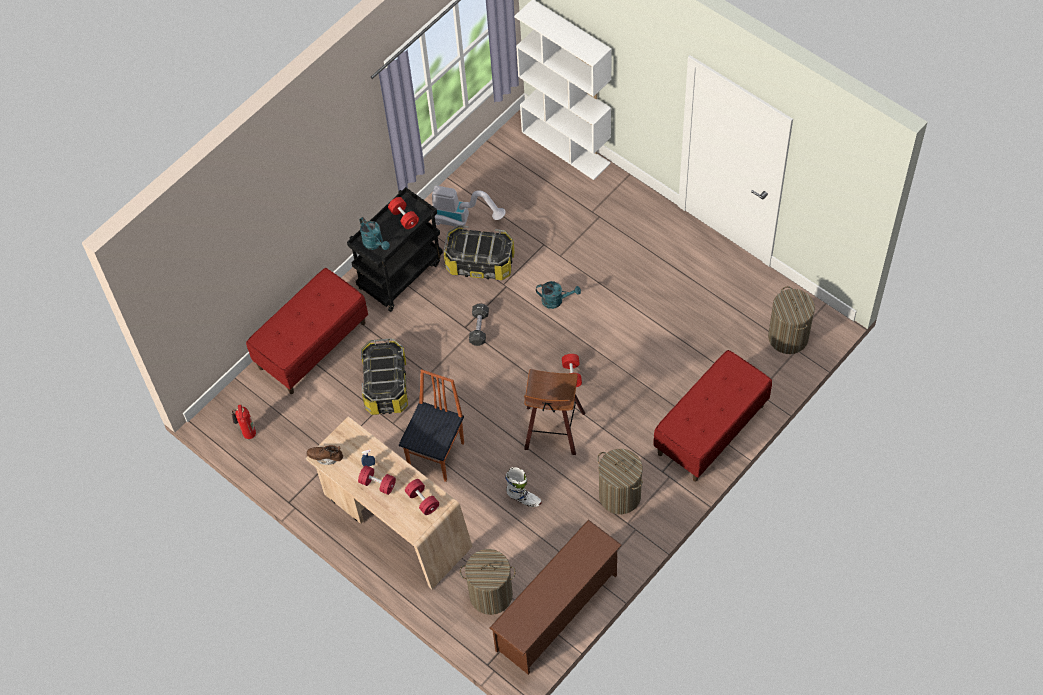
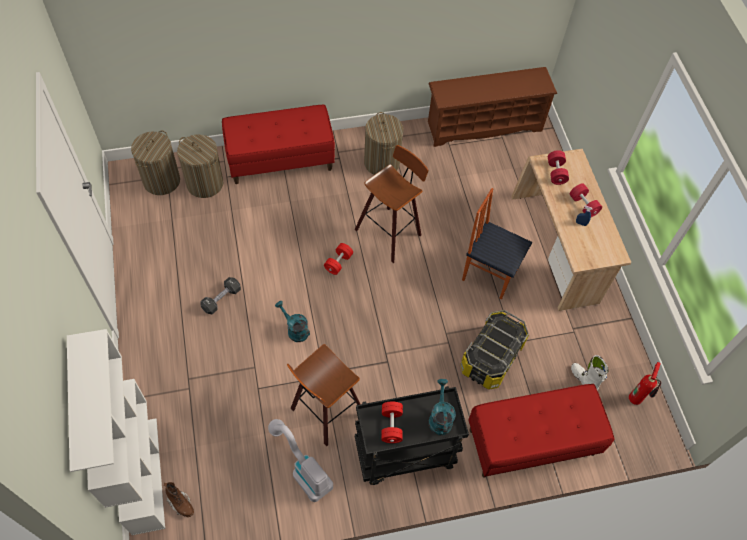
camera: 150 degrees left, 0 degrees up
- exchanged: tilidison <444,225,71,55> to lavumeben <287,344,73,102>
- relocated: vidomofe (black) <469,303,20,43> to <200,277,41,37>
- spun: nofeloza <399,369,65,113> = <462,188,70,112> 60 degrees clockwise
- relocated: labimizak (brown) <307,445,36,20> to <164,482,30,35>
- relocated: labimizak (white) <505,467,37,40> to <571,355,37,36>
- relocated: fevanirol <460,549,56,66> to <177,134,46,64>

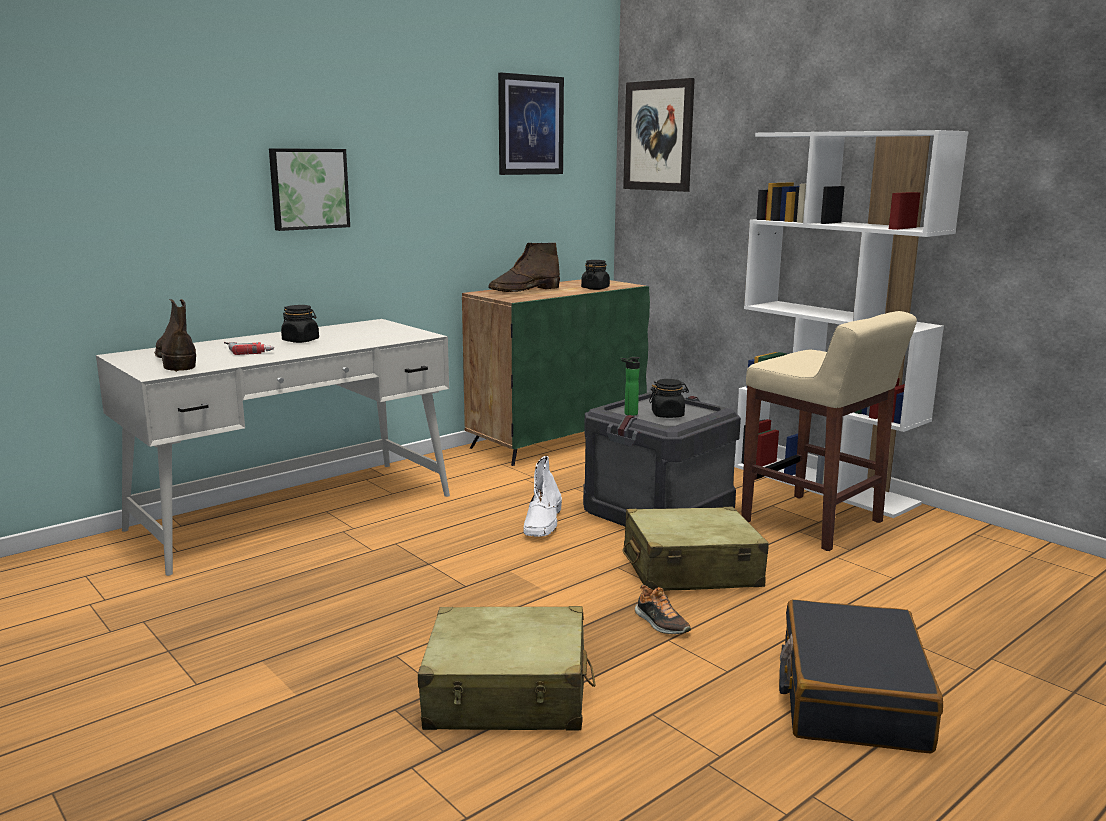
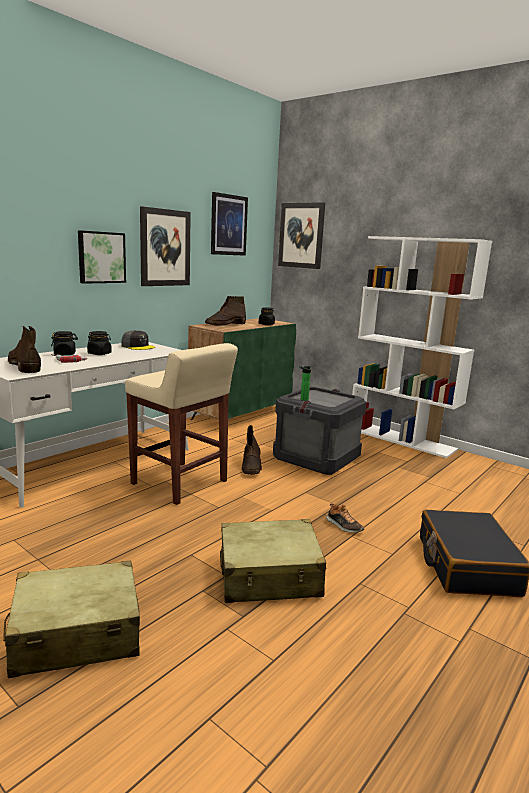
camera: 10 degrees left, 0 degrees up
- relocated: lavumeben (beige) <741,311,176,240> to <125,343,113,162>
- relocated: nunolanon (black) <649,379,40,39> to <51,331,27,24>
- colour: labimizak (white) <523,456,39,81> to labimizak (brown) <242,425,20,50>
- relocated: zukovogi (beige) <623,507,146,84> to <3,561,137,117>
- appeared: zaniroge <140,206,51,80>
- appeared: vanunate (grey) <121,330,34,20>

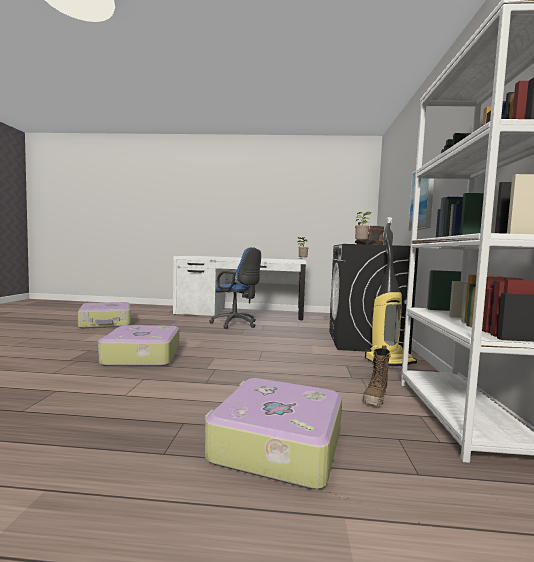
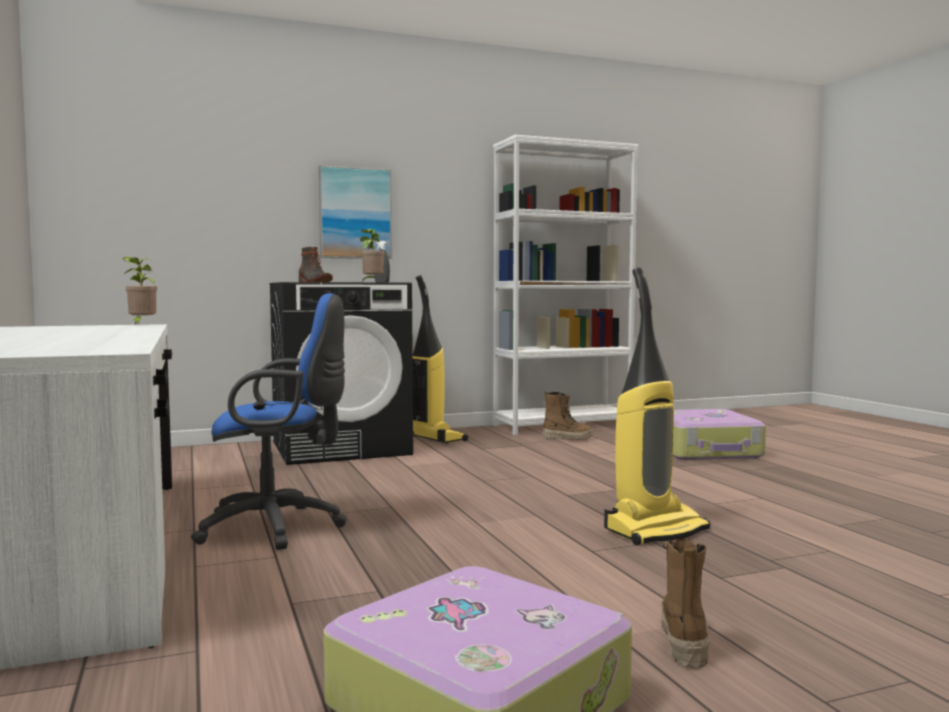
camera: 115 degrees left, 0 degrees up
- spun: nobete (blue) <209,247,52,82> = <191,293,156,257> 75 degrees clockwise
- exchanged: zukovogi <98,325,81,41> to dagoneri <604,267,106,278>
- appeared: labimizak <661,539,49,130>

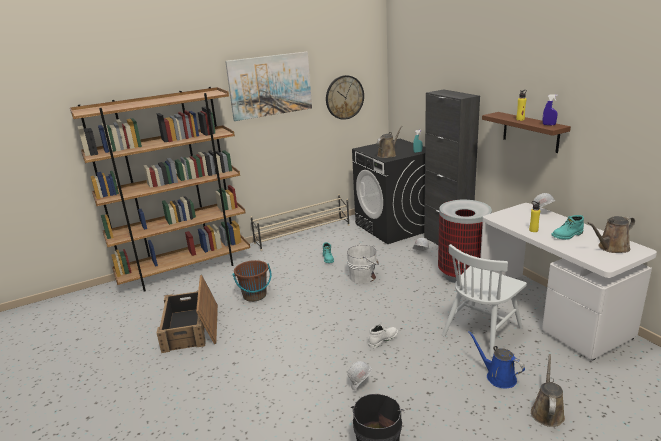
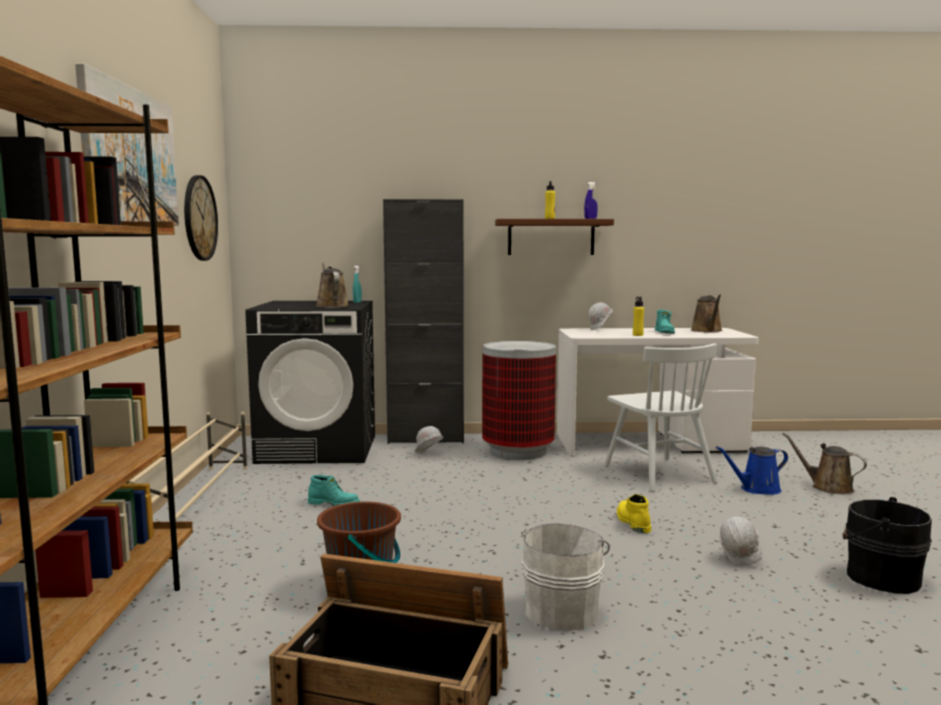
camera: 65 degrees left, 15 degrees down
- relocated: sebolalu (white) <347,244,32,40> to <521,523,89,108>
- colour: labimizak (white) <369,325,29,23> to labimizak (yellow) <617,494,34,39>

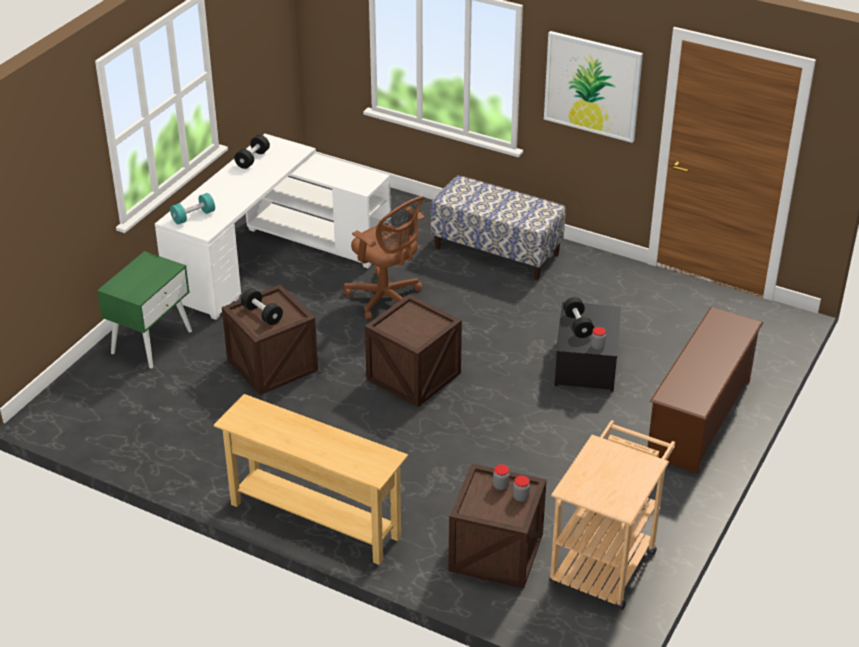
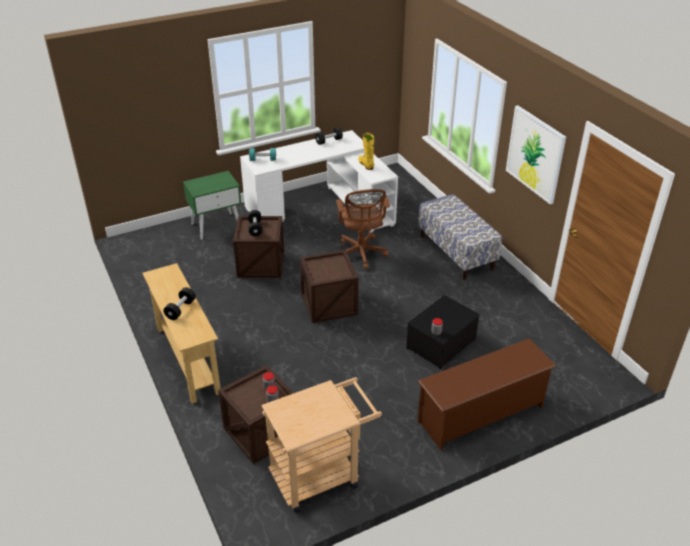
camera: 35 degrees right, 0 degrees up
- relocated: vidomofe (black) <563,297,31,41> to <163,287,33,33>
- appeared: labimizak (yellow) <358,133,17,37>

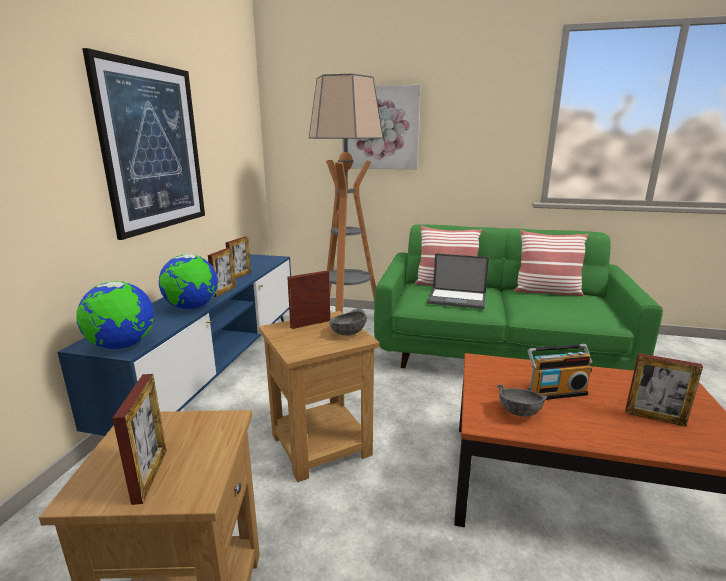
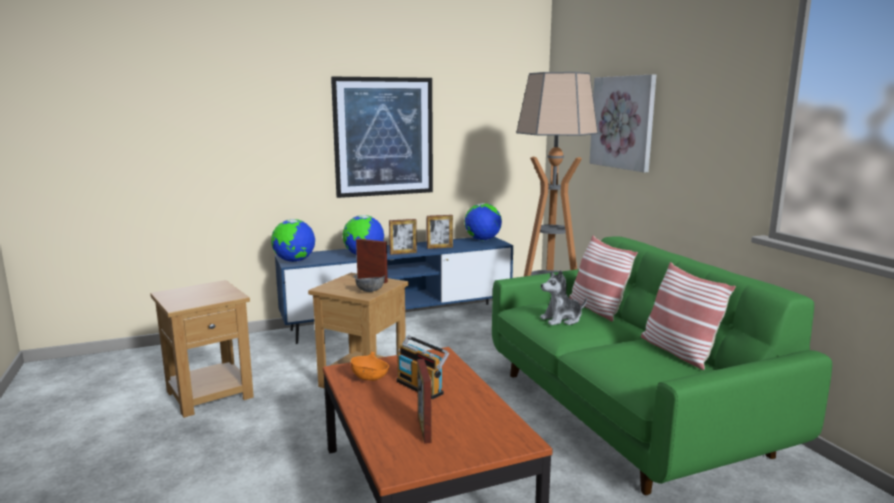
camera: 55 degrees right, 5 degrees down
- exchanged: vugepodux <427,253,62,56> to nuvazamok <540,270,47,55>
- missing: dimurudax <112,374,55,131>
- colour: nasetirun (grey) <497,384,50,33> to nasetirun (orange) <351,352,38,29>
- appeared: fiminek <465,203,37,38>

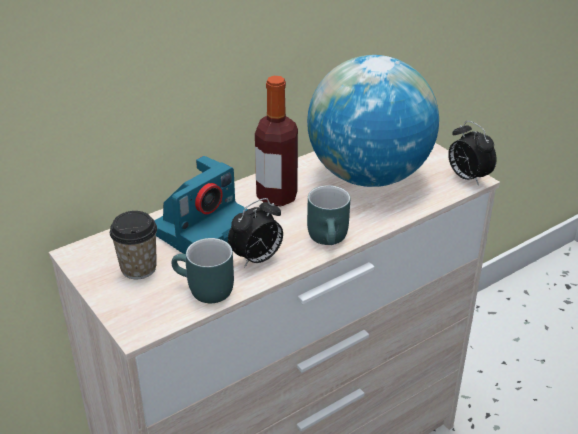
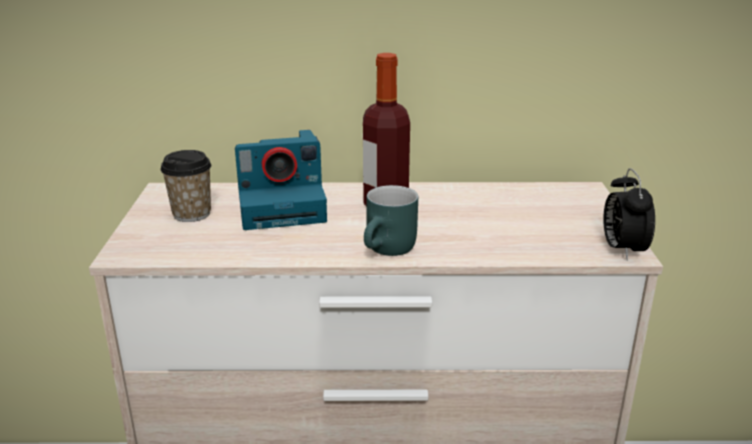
camera: 35 degrees right, 10 degrees down
- missing: fiminek <307,55,132,132>
- missing: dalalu <228,198,55,70>
- missing: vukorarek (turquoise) <172,238,62,65>

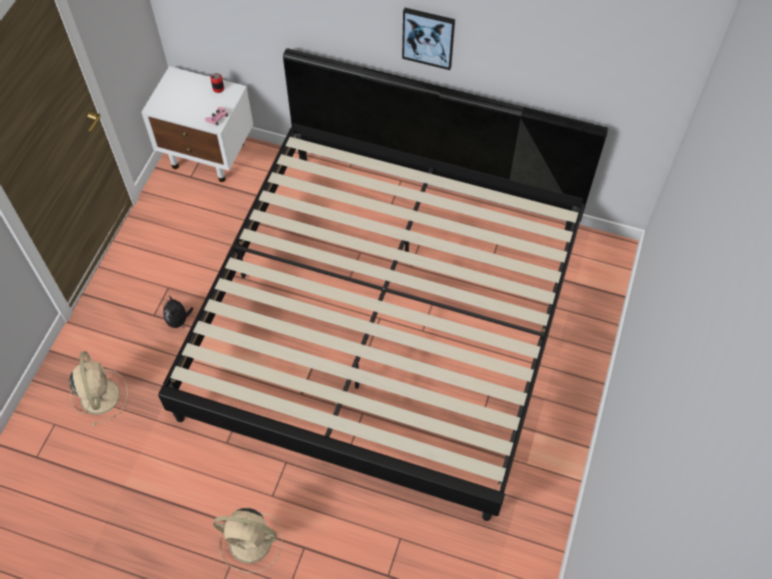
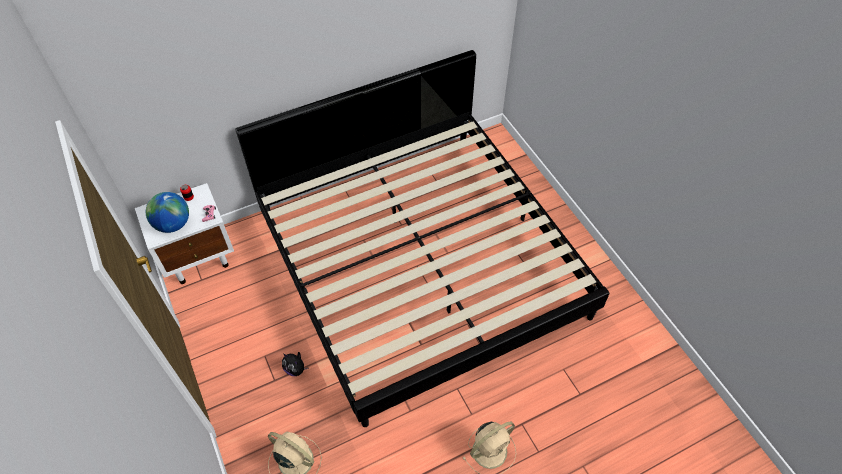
camera: 45 degrees left, 5 degrees down
- missing: zaniroge <402,8,53,62>
- appeared: fiminek <146,192,43,41>

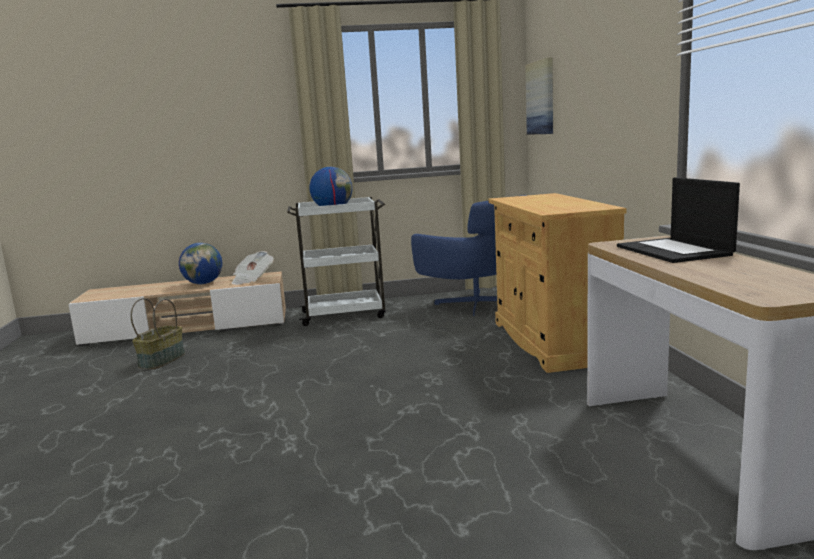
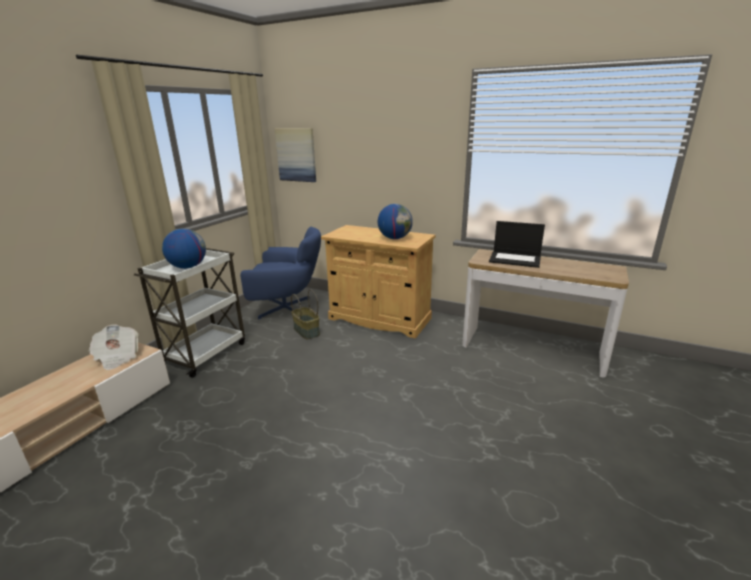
camera: 55 degrees left, 10 degrees up
- relocated: fiminek <179,243,43,41> to <378,204,35,35>
- relocated: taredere <131,298,54,71> to <291,289,29,50>

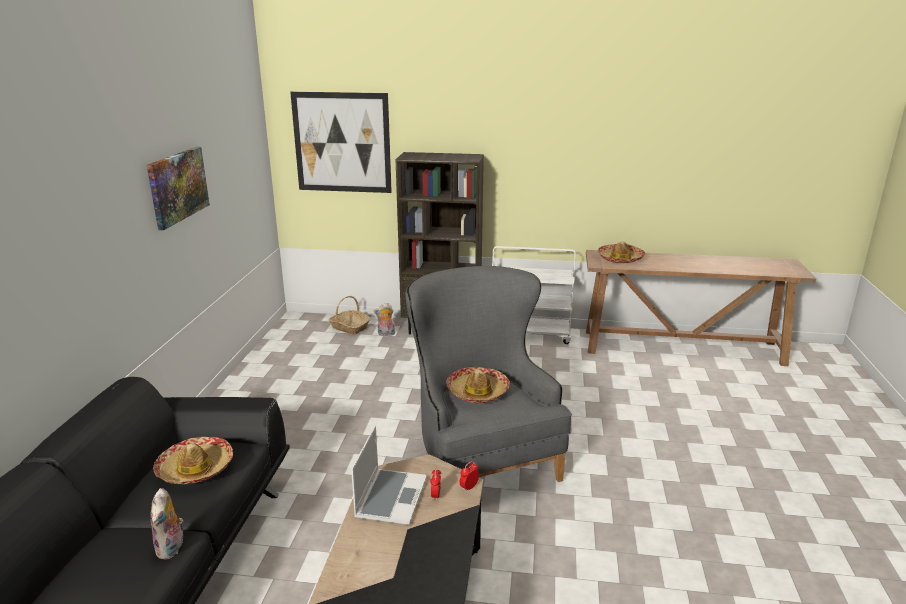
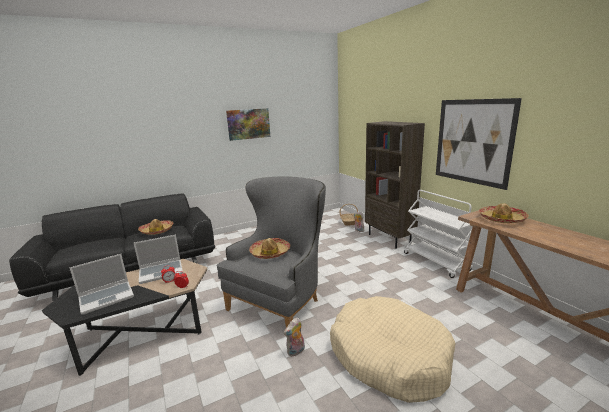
camera: 55 degrees right, 5 degrees down
- relocated: zaniroge <290,92,102,101> to <436,98,86,92>
- relocated: nuvazamok <150,488,34,71> to <284,317,21,40>
- appeared: vugepodux <69,254,65,61>
- appeared: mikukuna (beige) <330,296,126,107>

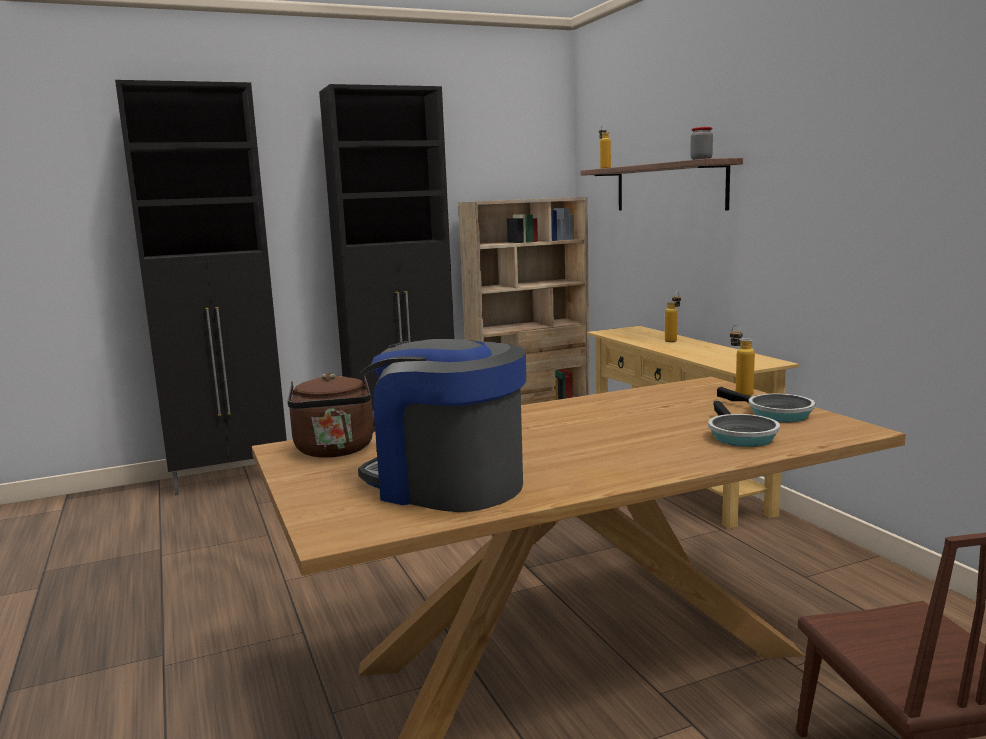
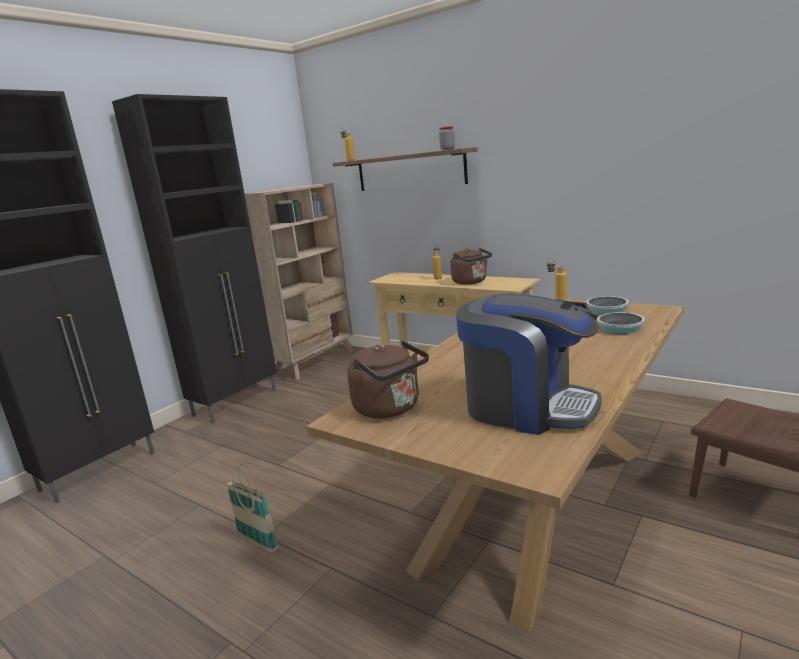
camera: 30 degrees left, 5 degrees up
- spun: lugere <358,339,168,173> = <456,293,146,142> 150 degrees counterclockwise
- appeared: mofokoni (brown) <450,248,42,37>
- appeared: taredere <226,464,53,89>

